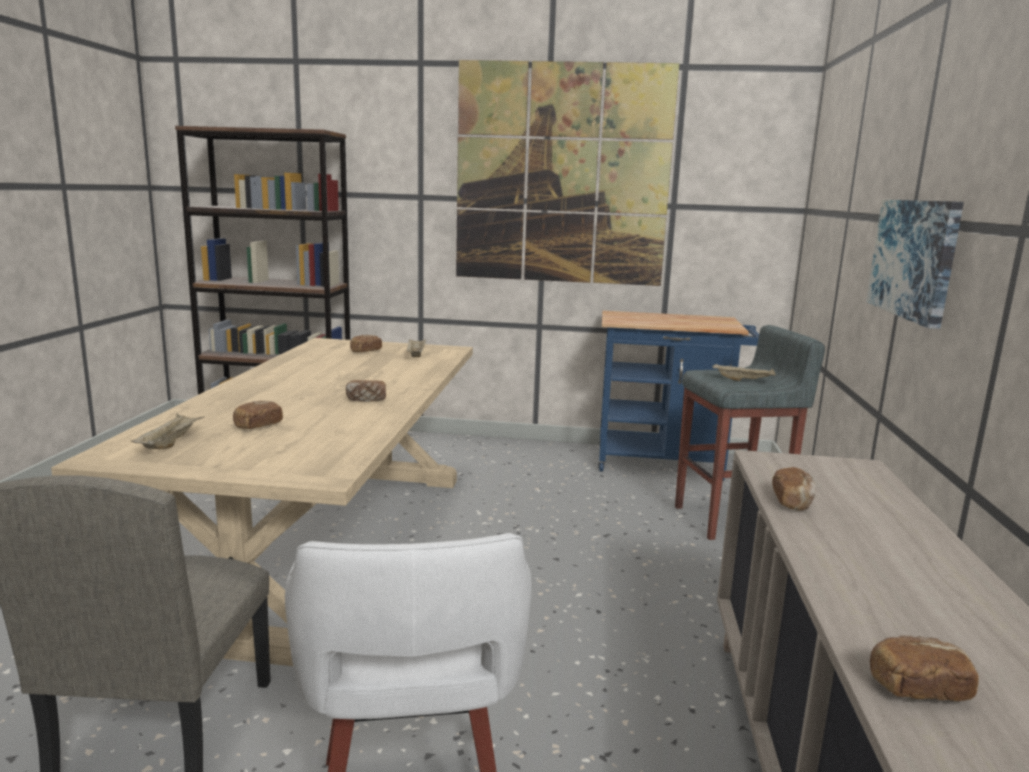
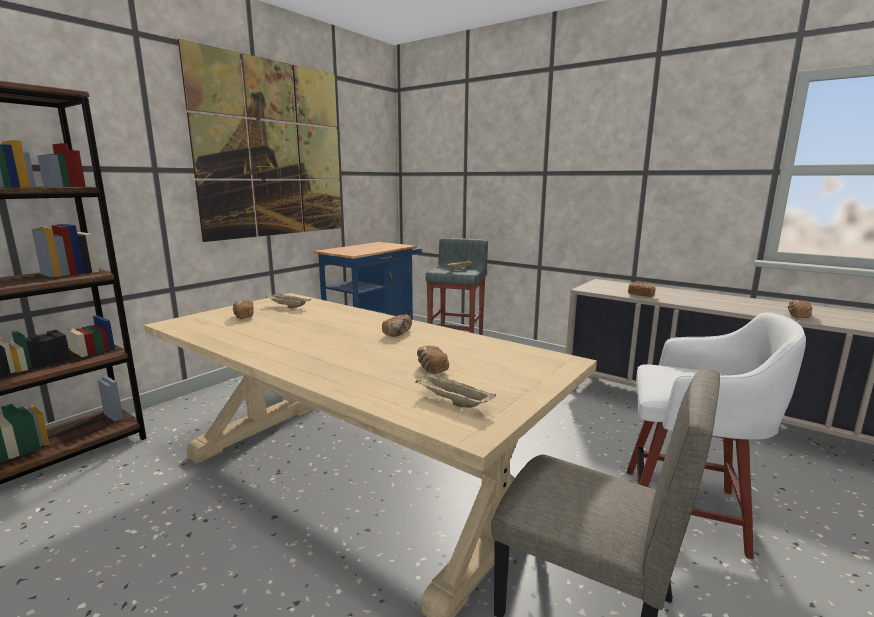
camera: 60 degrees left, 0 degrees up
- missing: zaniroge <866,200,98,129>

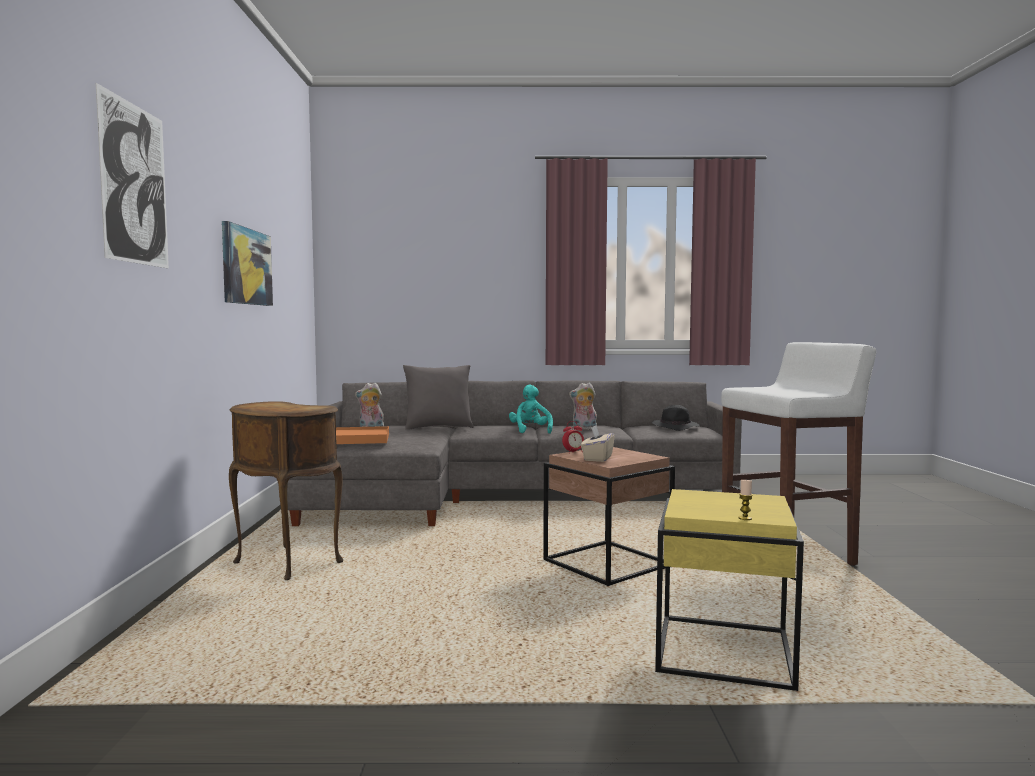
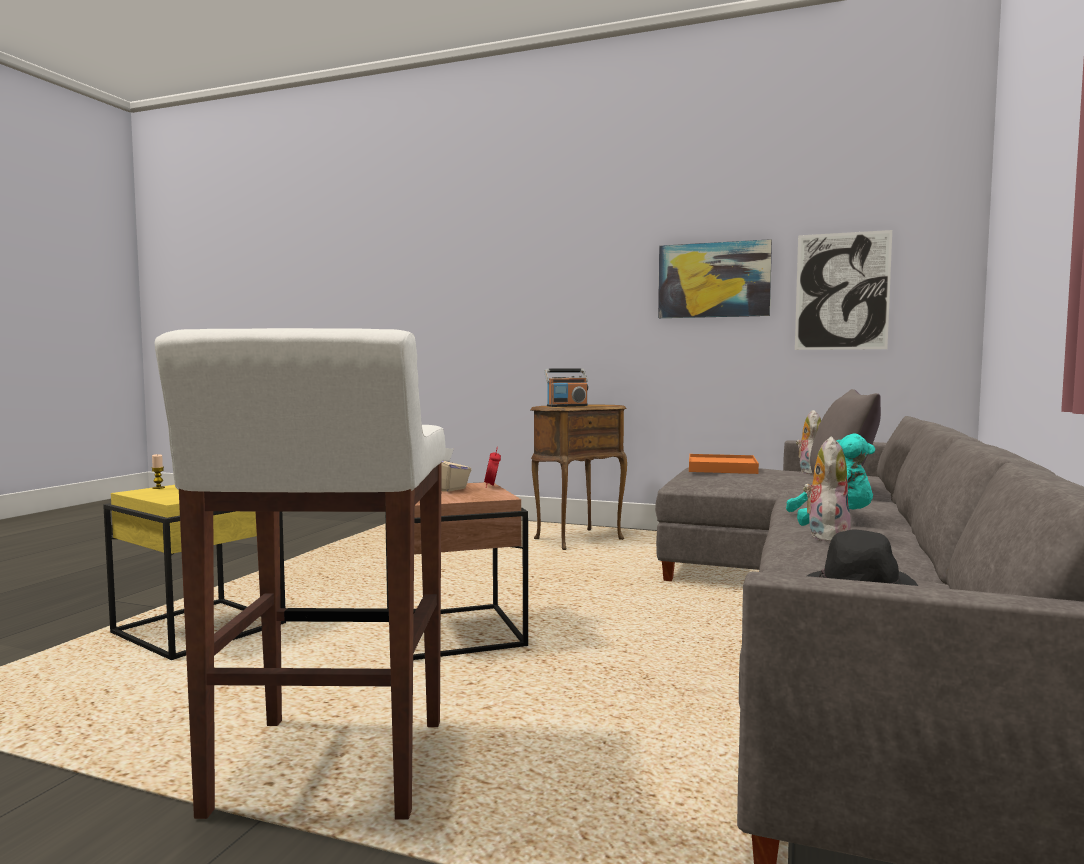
camera: 110 degrees right, 0 degrees up
- relocated: zaniroge <96,83,73,185> to <795,230,97,120>
- appeared: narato <544,369,44,38>

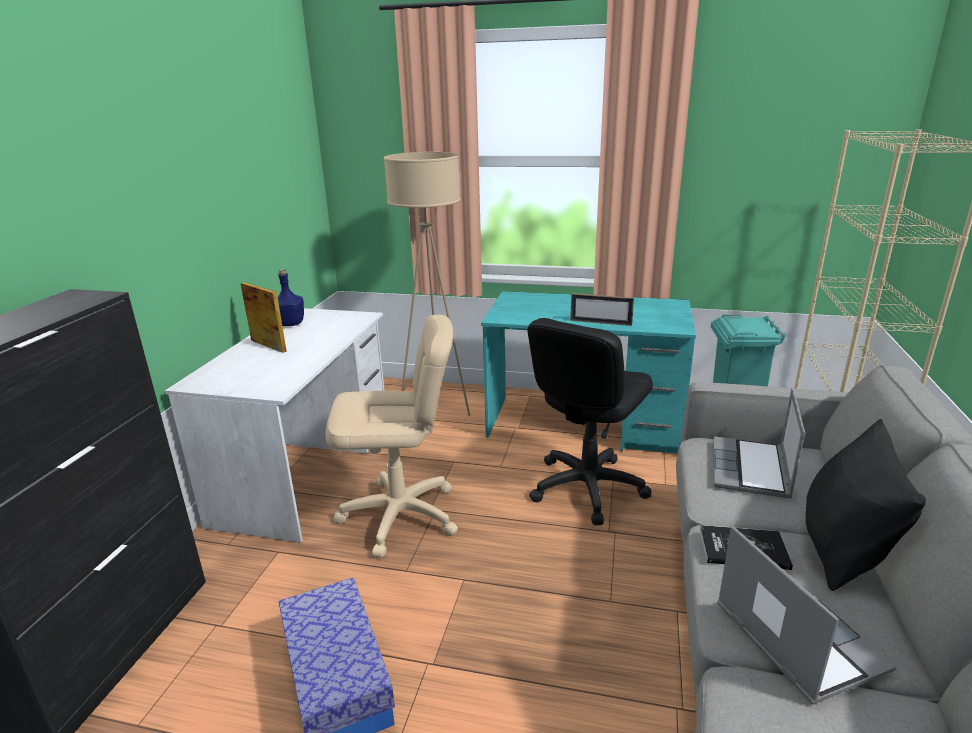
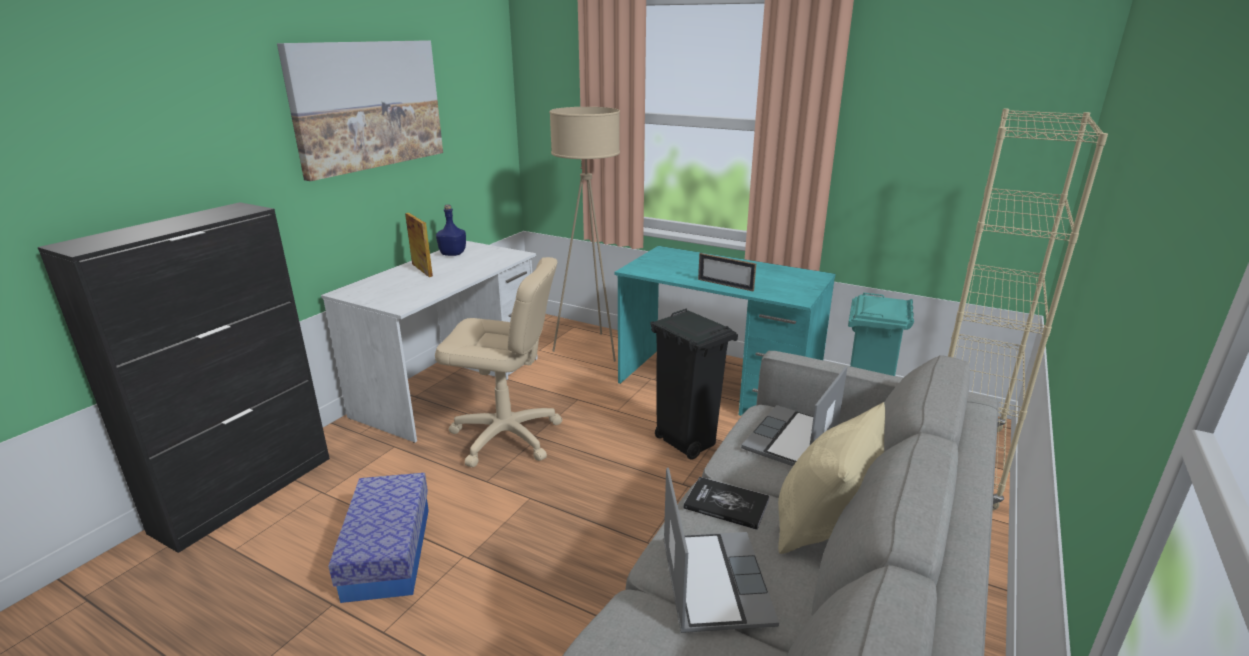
camera: 15 degrees right, 0 degrees up
- exchanged: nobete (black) <527,318,126,207> to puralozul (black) <650,309,88,151>
- colour: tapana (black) <806,419,120,172> to tapana (beige) <778,402,107,152>
- appeared: zaniroge <277,41,166,140>

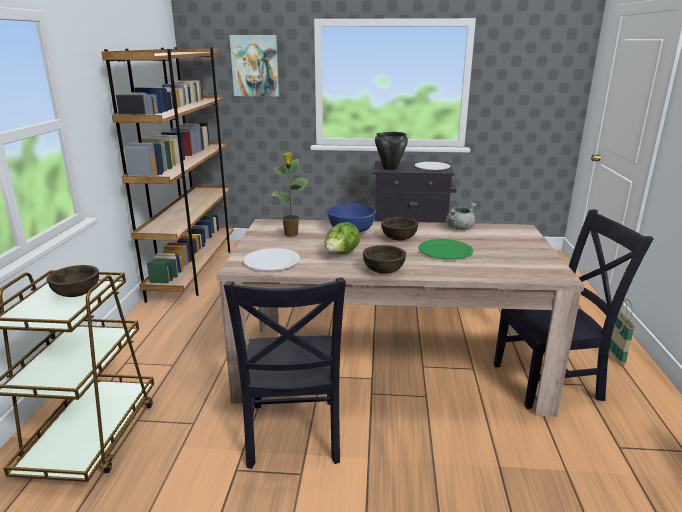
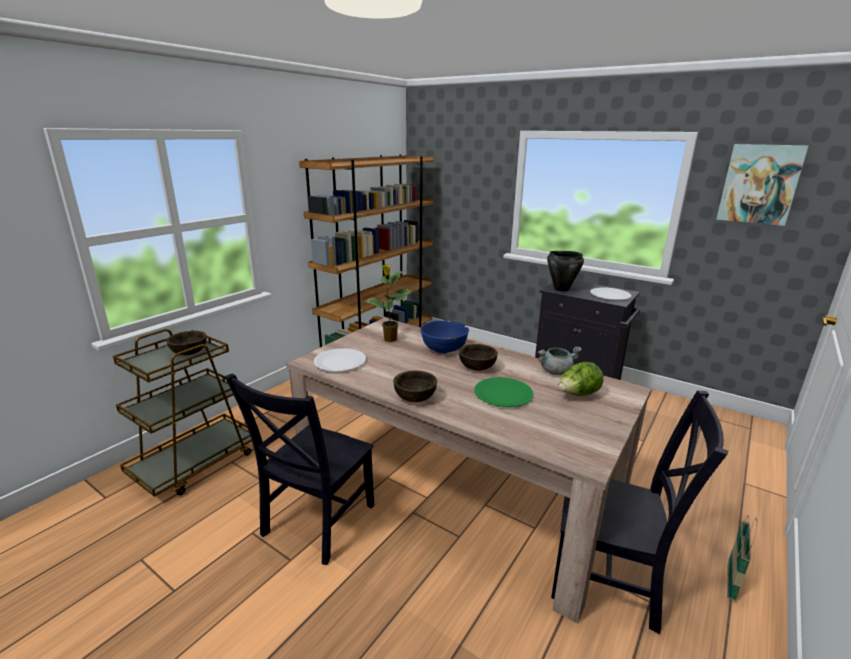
camera: 30 degrees right, 0 degrees up
- relocated: zaniroge <229,35,50,61> to <716,144,92,82>
- relocated: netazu <325,222,35,32> to <559,362,44,34>

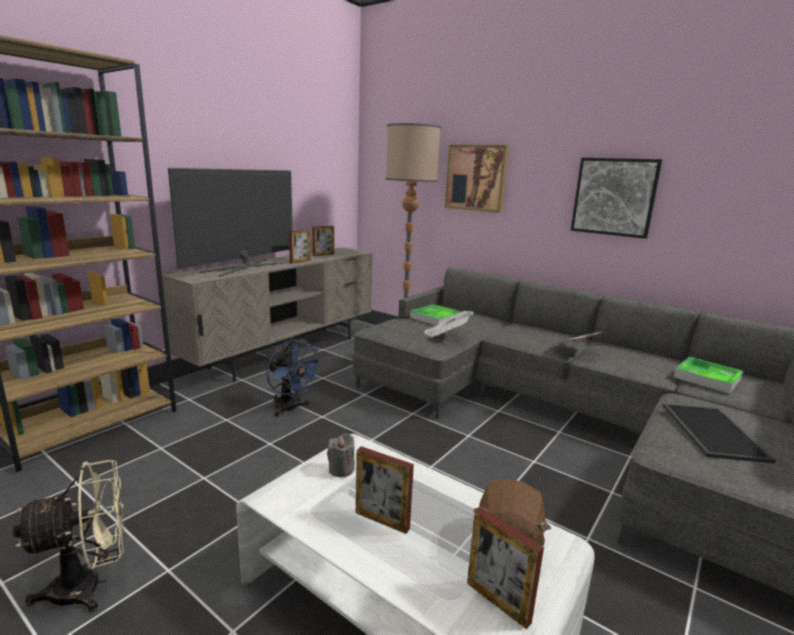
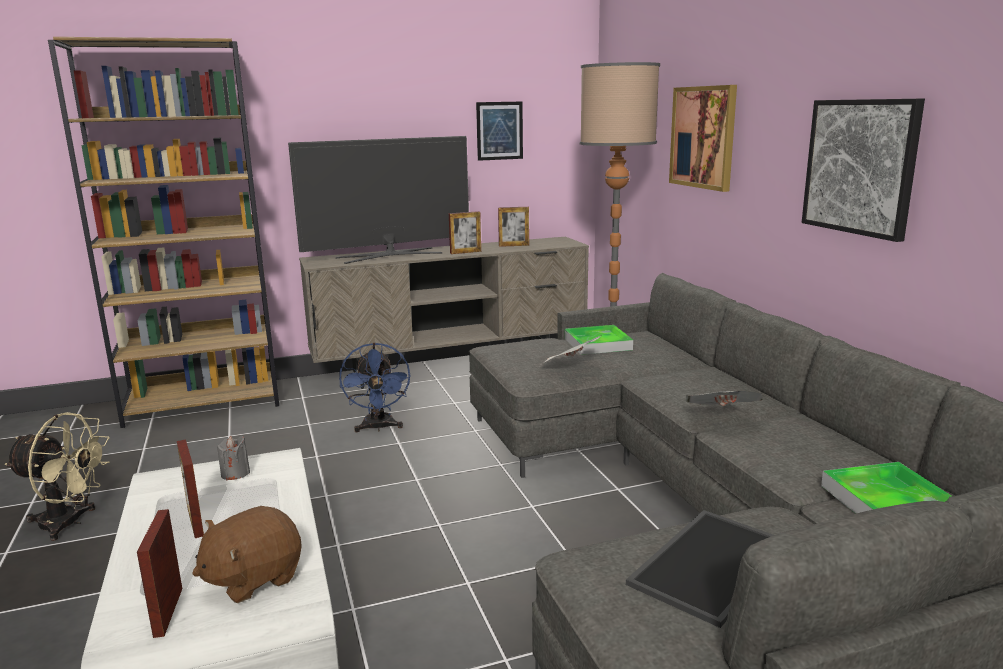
camera: 35 degrees right, 0 degrees up
- appeared: zaniroge <476,102,47,59>

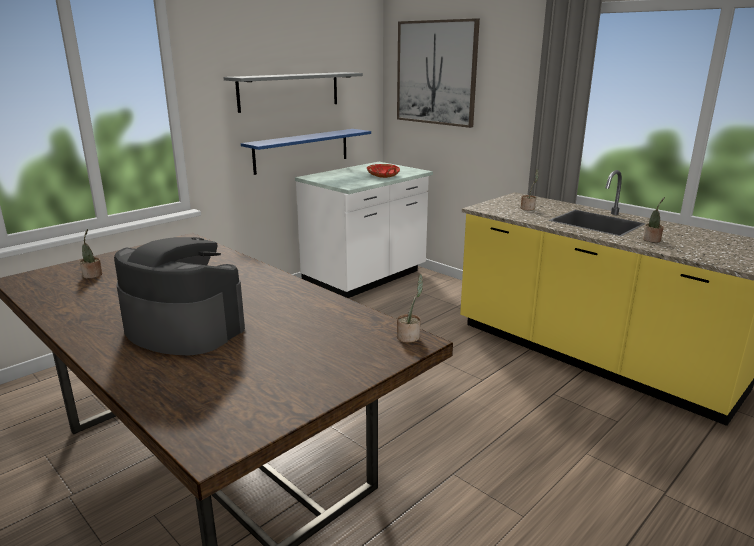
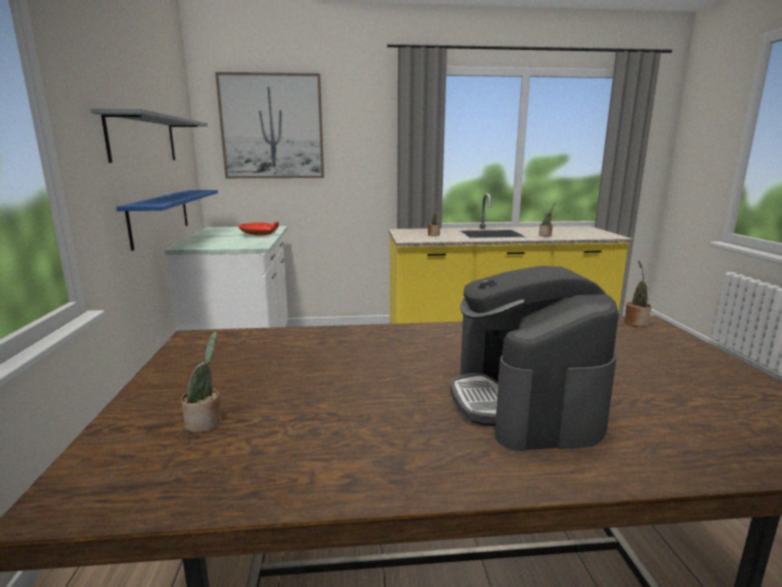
camera: 50 degrees left, 5 degrees down
- spun: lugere <114,237,131,119> = <450,266,169,185> 75 degrees counterclockwise

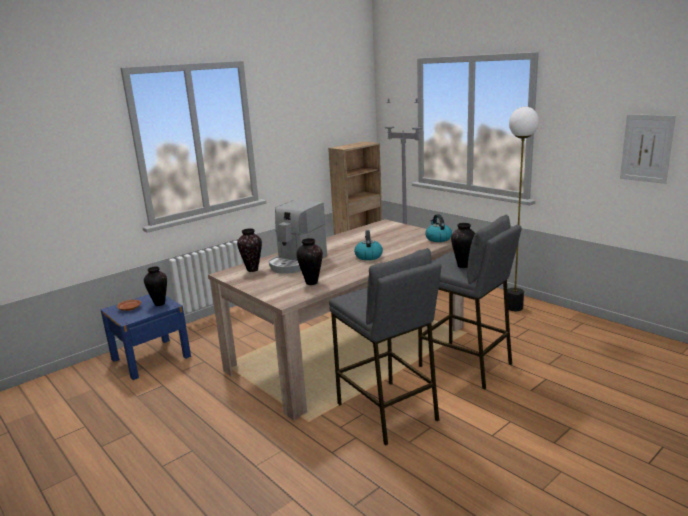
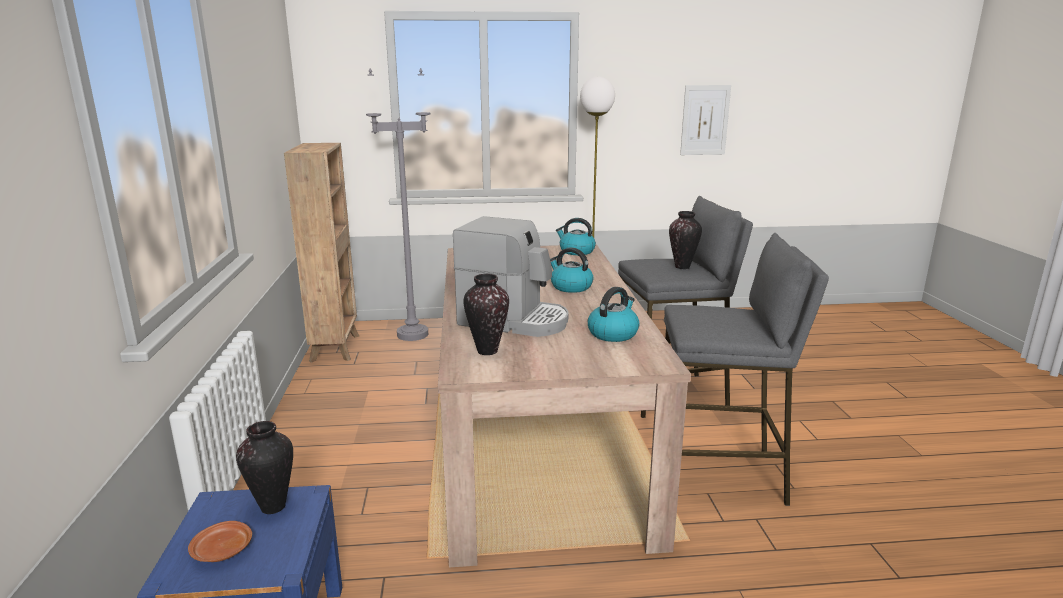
camera: 55 degrees left, 0 degrees up
- spun: lugere <269,200,58,74> = <453,216,115,121> 45 degrees counterclockwise
- exchanged: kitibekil <296,238,27,47> to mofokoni <588,287,52,55>

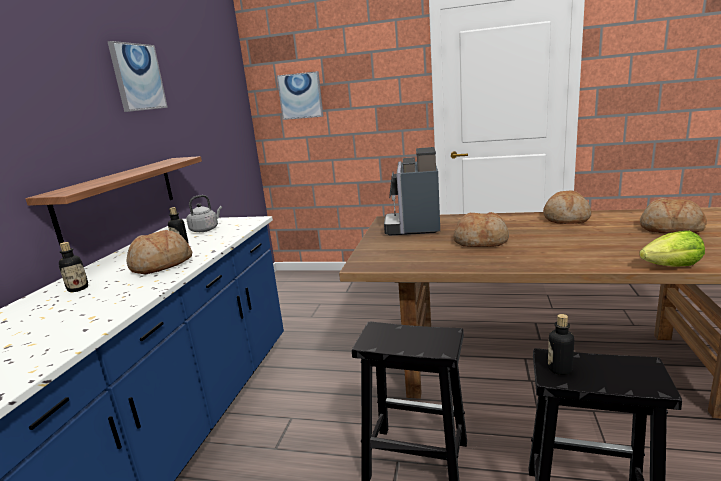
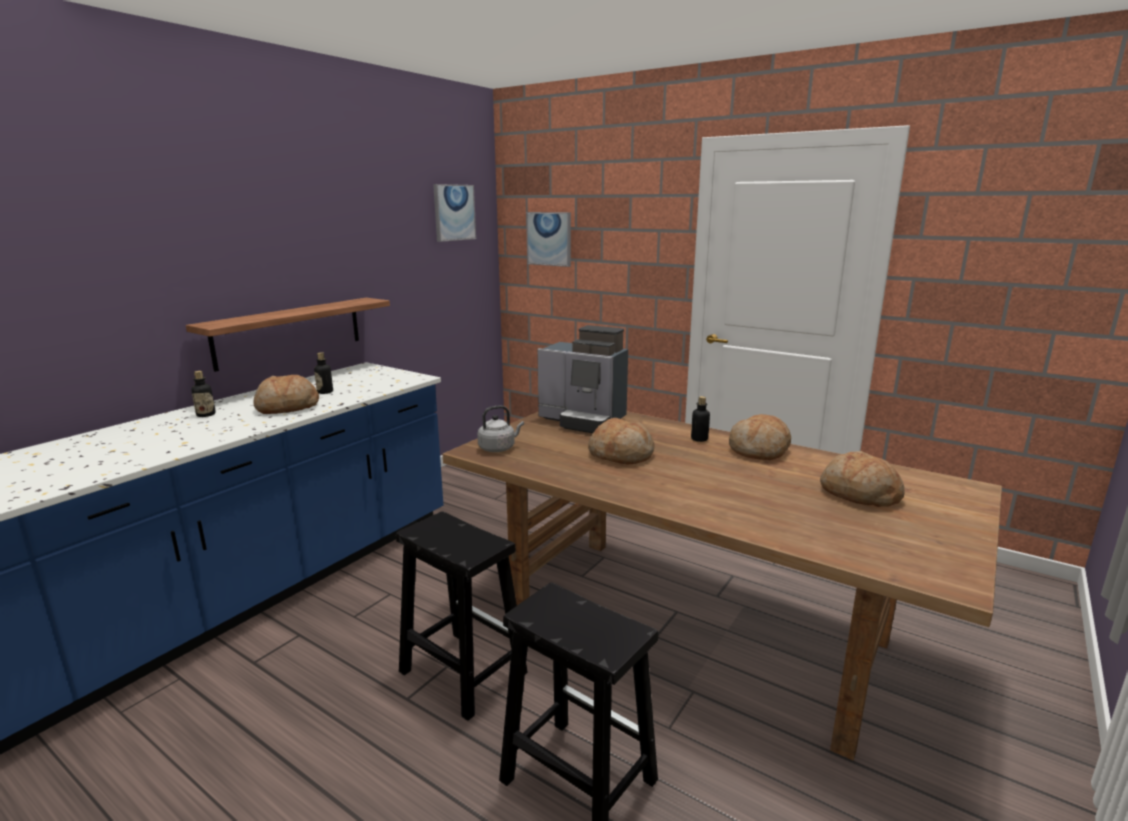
camera: 20 degrees right, 0 degrees up
- relocated: zaniroge <107,41,61,71> to <433,184,43,58>
- spun: lugere <384,147,56,89> = <537,325,91,108> 90 degrees counterclockwise
- relocated: mofokoni (grey) <186,195,36,37> to <477,405,47,47>
- missing: netazu <639,231,66,36>
- relocated: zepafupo <548,314,26,61> to <691,396,19,46>

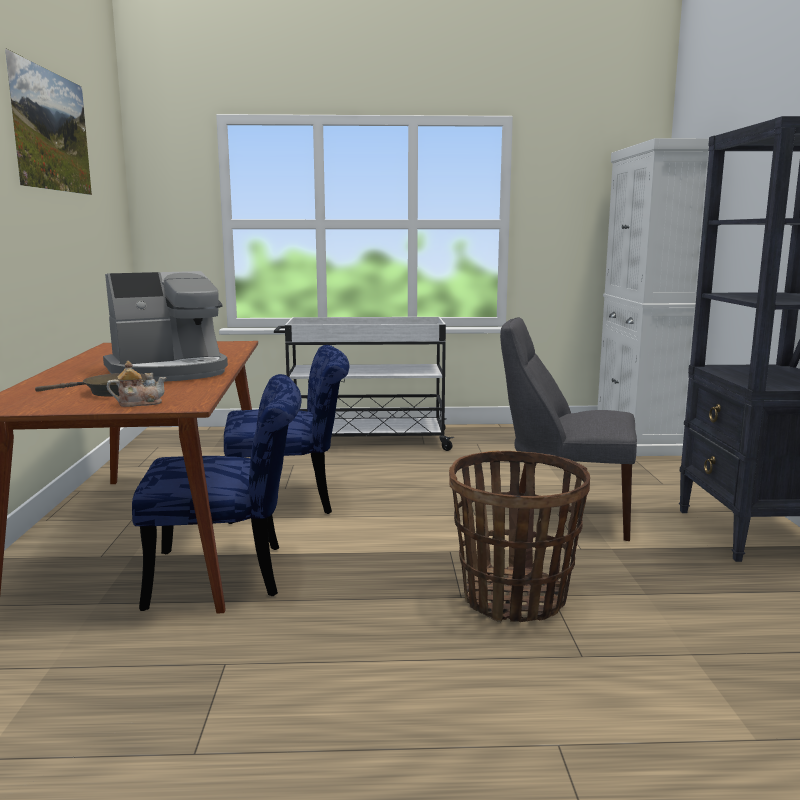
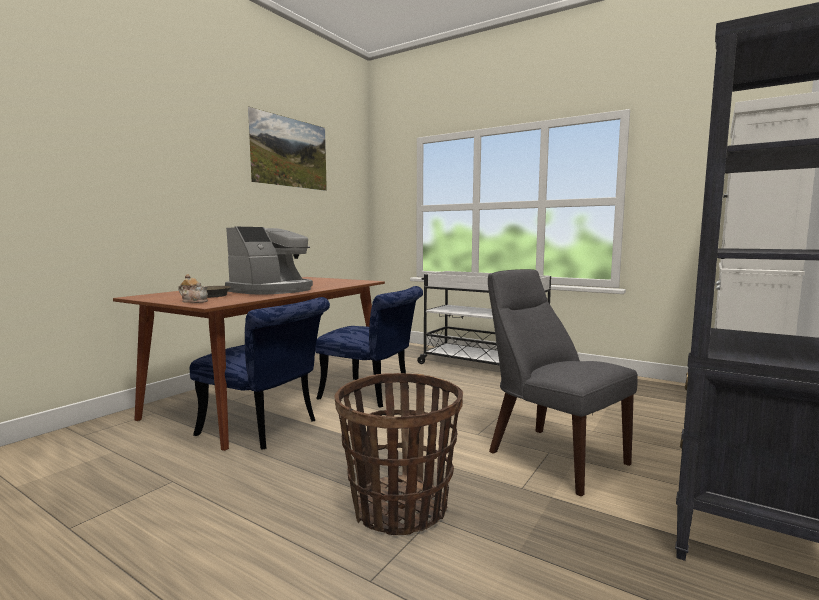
camera: 35 degrees right, 5 degrees down
- spun: lugere <103,271,125,111> = <225,227,88,67> 60 degrees counterclockwise

